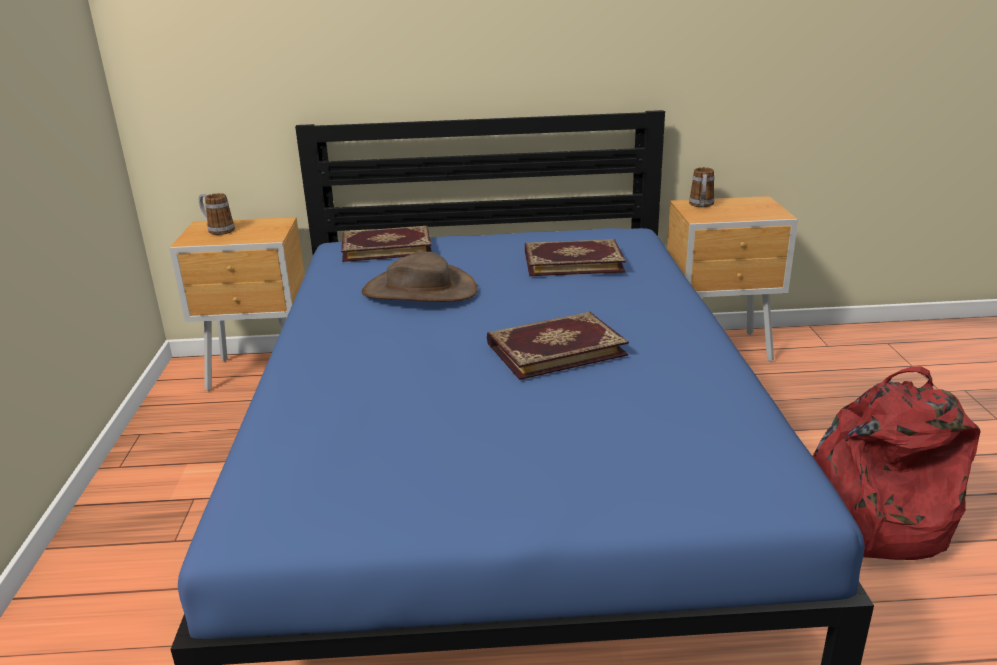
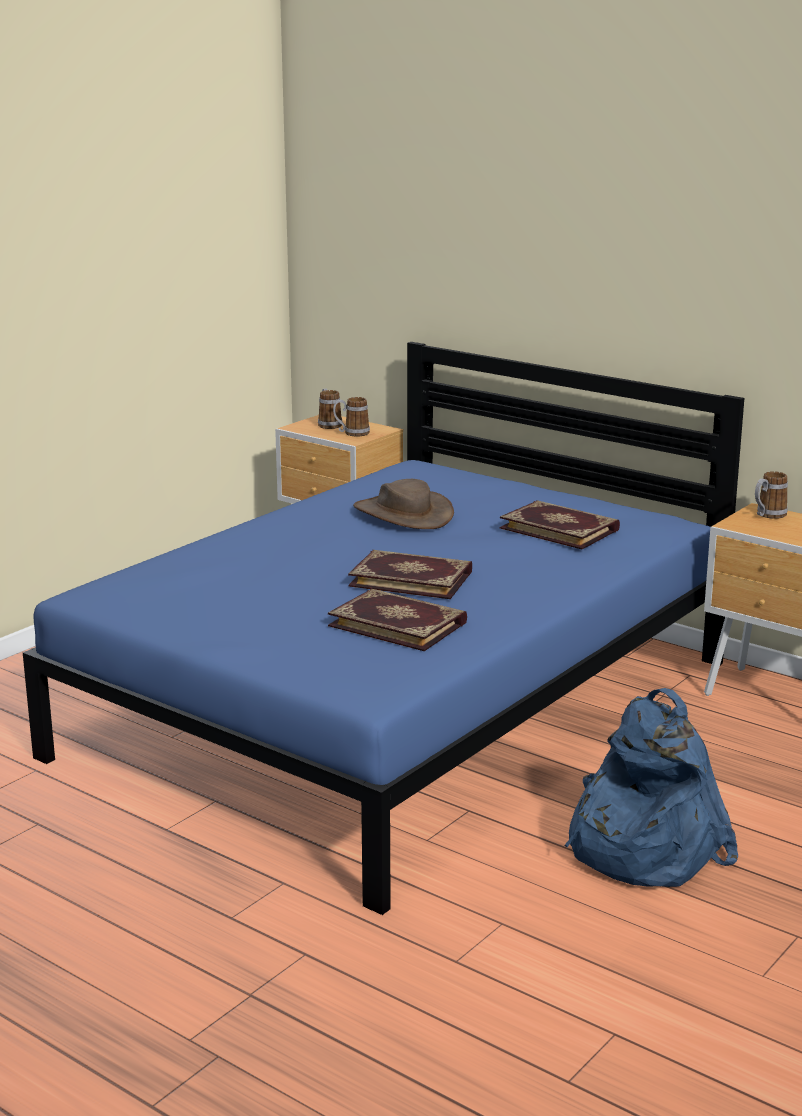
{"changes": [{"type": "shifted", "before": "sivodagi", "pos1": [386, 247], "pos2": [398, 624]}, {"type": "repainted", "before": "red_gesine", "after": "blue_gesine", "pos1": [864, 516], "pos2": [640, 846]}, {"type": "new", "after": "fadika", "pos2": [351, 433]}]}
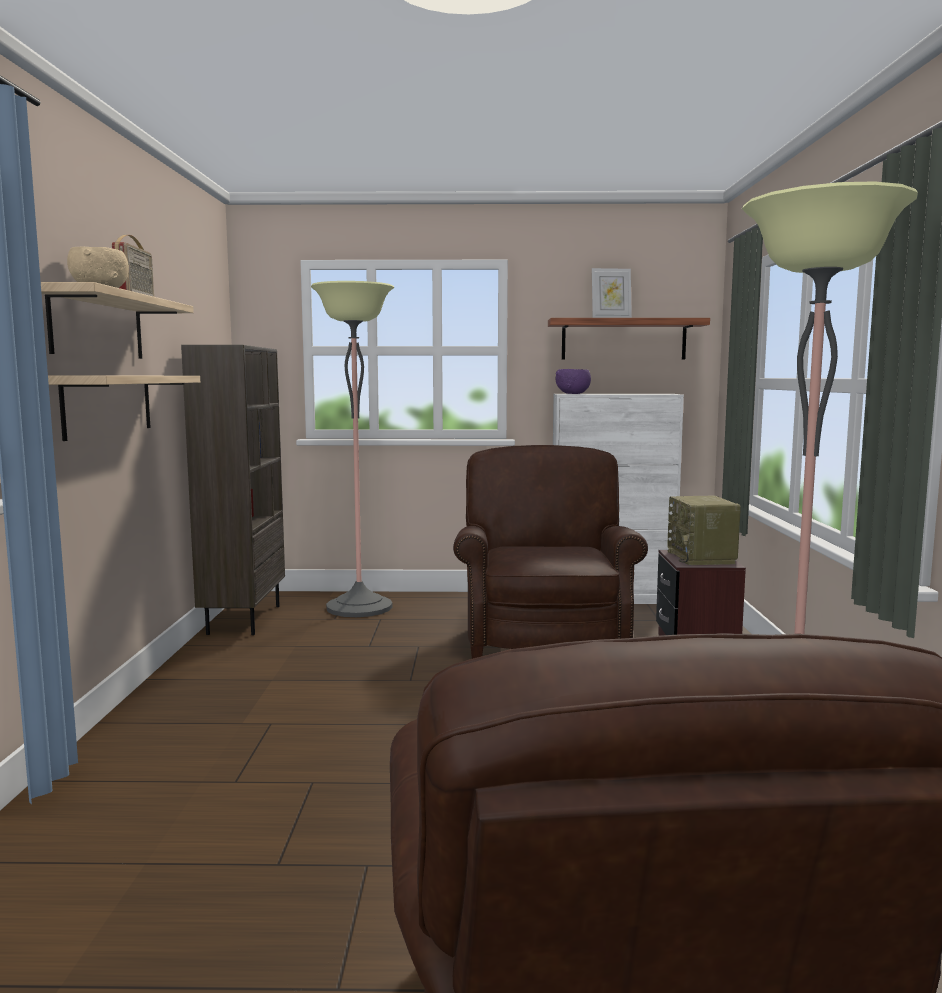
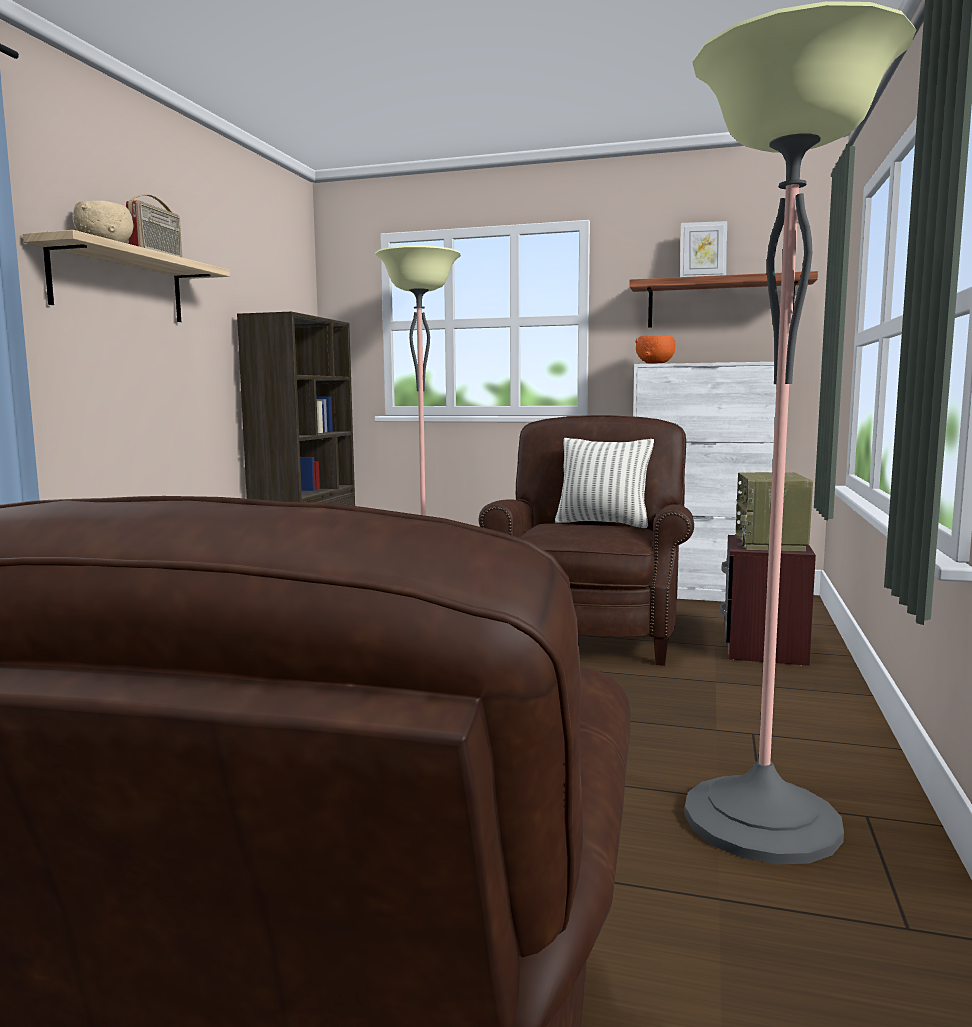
{"changes": [{"type": "repainted", "before": "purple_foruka", "after": "orange_foruka", "pos1": [573, 393], "pos2": [655, 363]}, {"type": "gone", "before": "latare", "pos1": [108, 404]}, {"type": "new", "after": "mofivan", "pos2": [603, 523]}]}
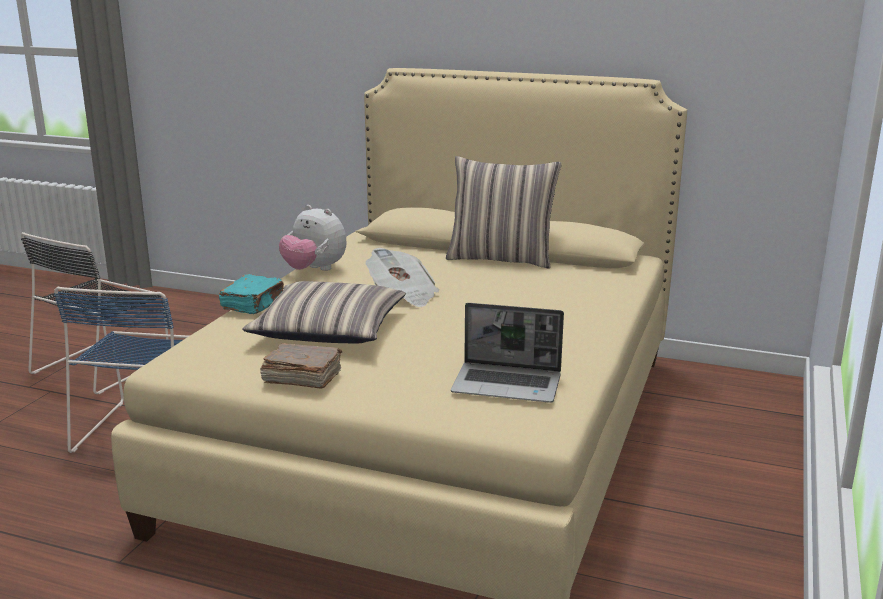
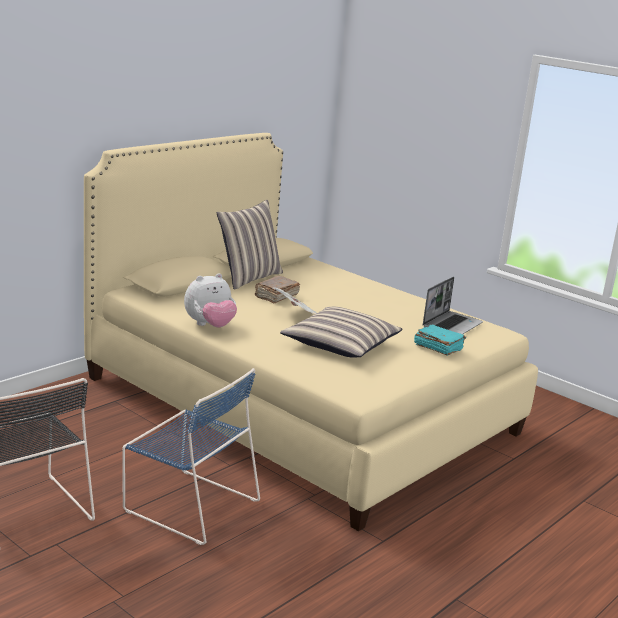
{"changes": [{"type": "shifted", "before": "turquoise_sivodagi", "pos1": [254, 305], "pos2": [438, 347]}, {"type": "shifted", "before": "brown_sivodagi", "pos1": [301, 378], "pos2": [276, 296]}]}
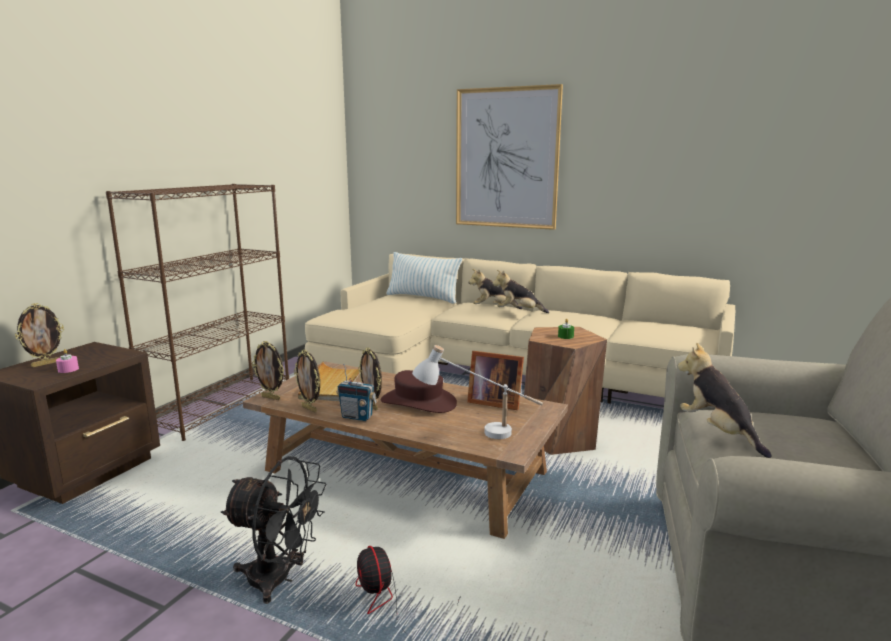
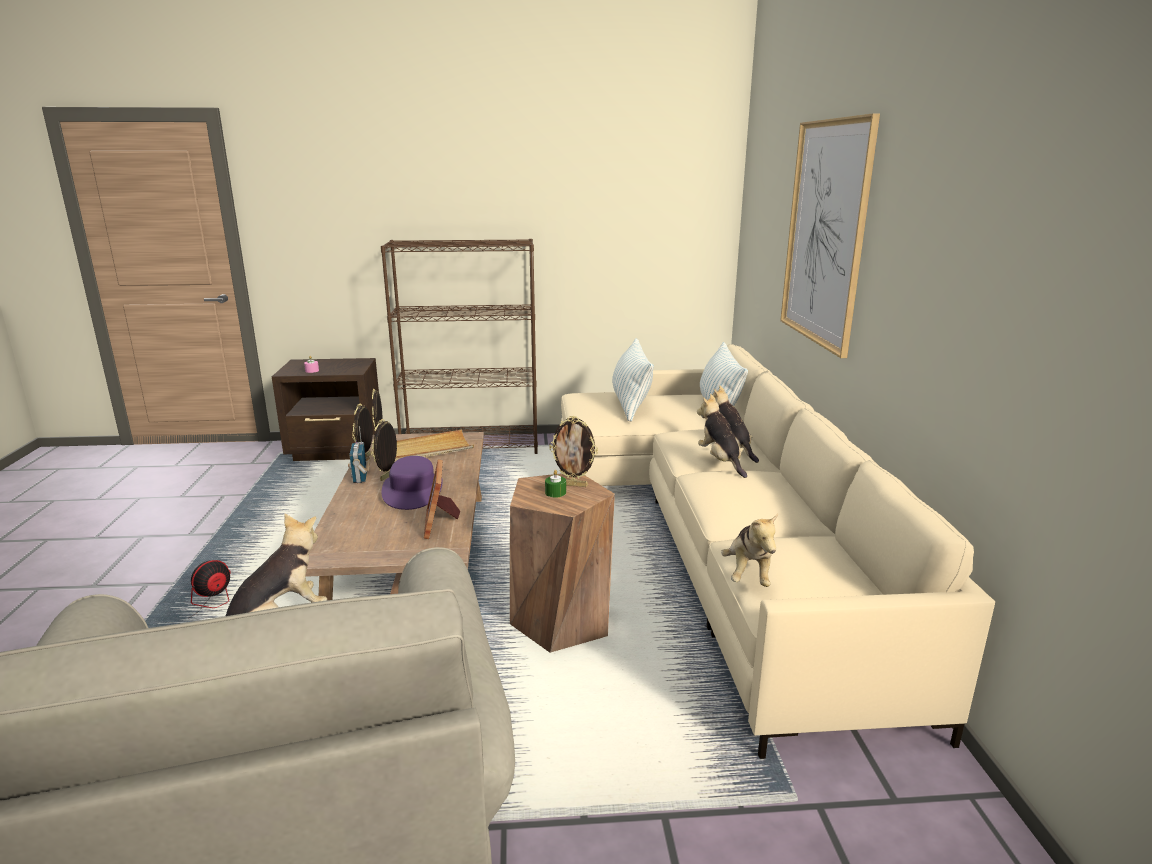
{"changes": [{"type": "shifted", "before": "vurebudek", "pos1": [45, 364], "pos2": [573, 485]}, {"type": "gone", "before": "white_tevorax", "pos1": [477, 433]}, {"type": "repainted", "before": "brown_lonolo", "after": "purple_lonolo", "pos1": [418, 402], "pos2": [413, 491]}, {"type": "gone", "before": "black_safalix", "pos1": [279, 579]}, {"type": "new", "after": "mofivan", "pos2": [631, 404]}, {"type": "new", "after": "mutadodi", "pos2": [748, 574]}]}
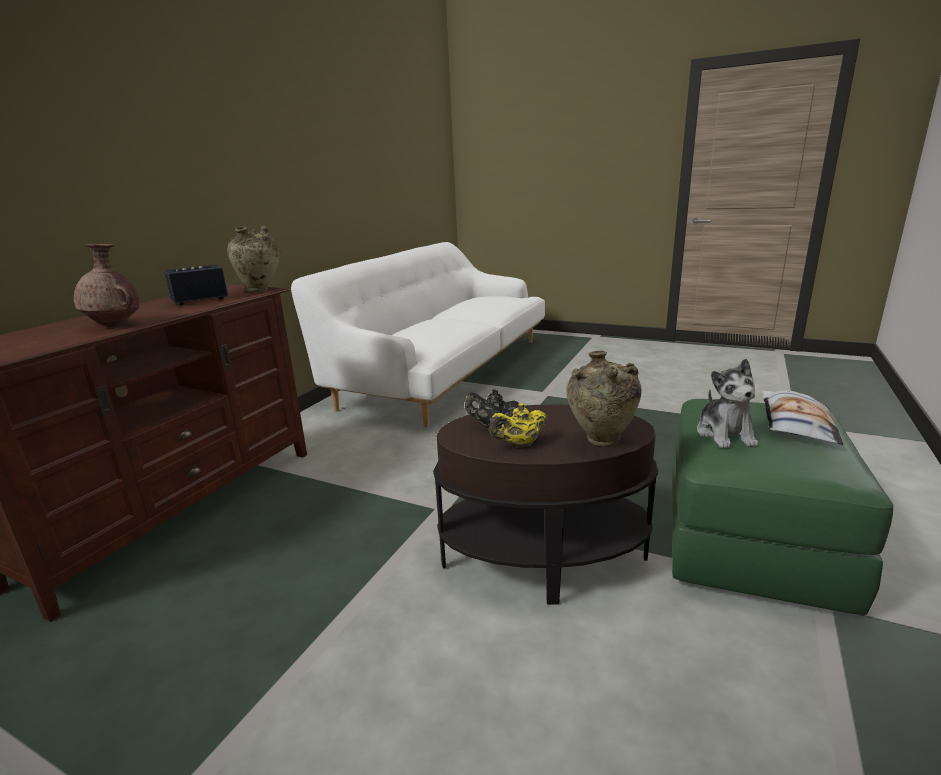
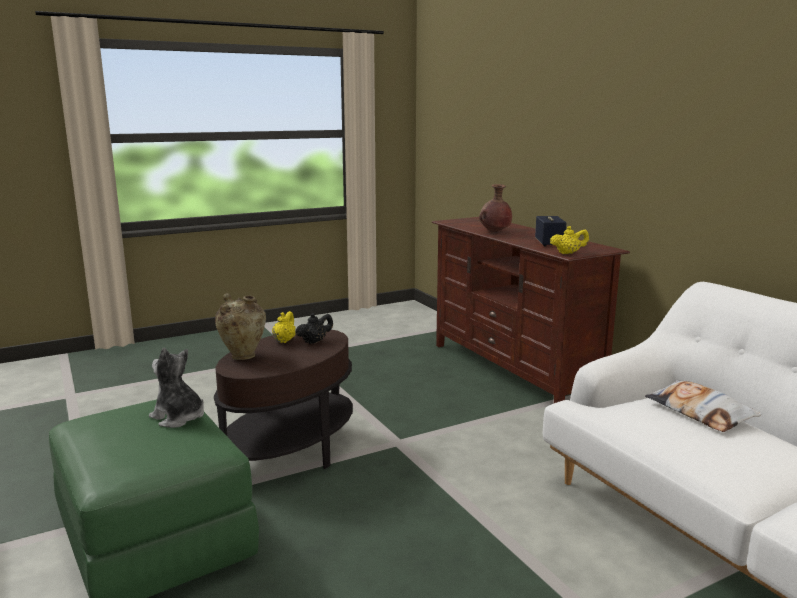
{"changes": [{"type": "swapped", "before": "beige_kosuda", "after": "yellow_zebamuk", "pos1": [260, 290], "pos2": [568, 253]}, {"type": "shifted", "before": "mofivan", "pos1": [795, 424], "pos2": [699, 412]}]}
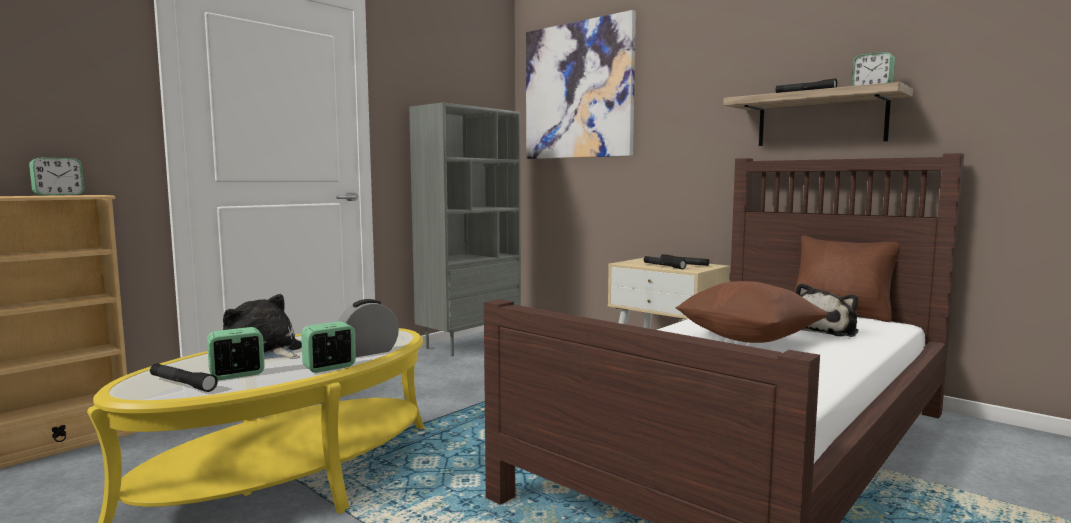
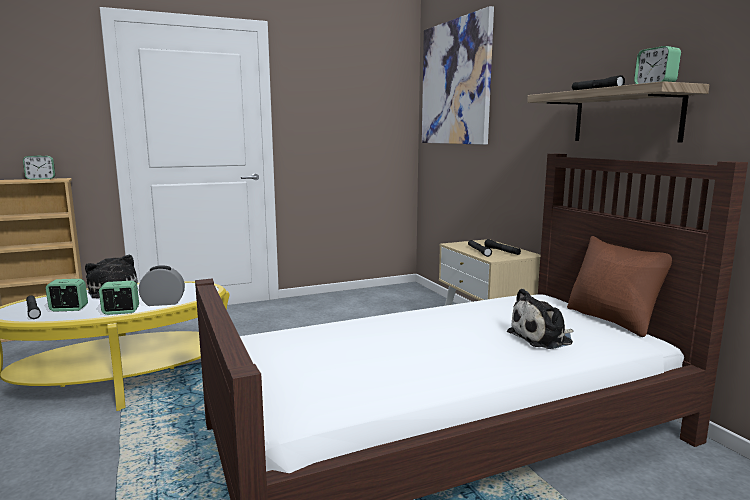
{"changes": [{"type": "gone", "before": "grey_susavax", "pos1": [469, 343]}, {"type": "gone", "before": "brown_mofivan", "pos1": [748, 339]}]}
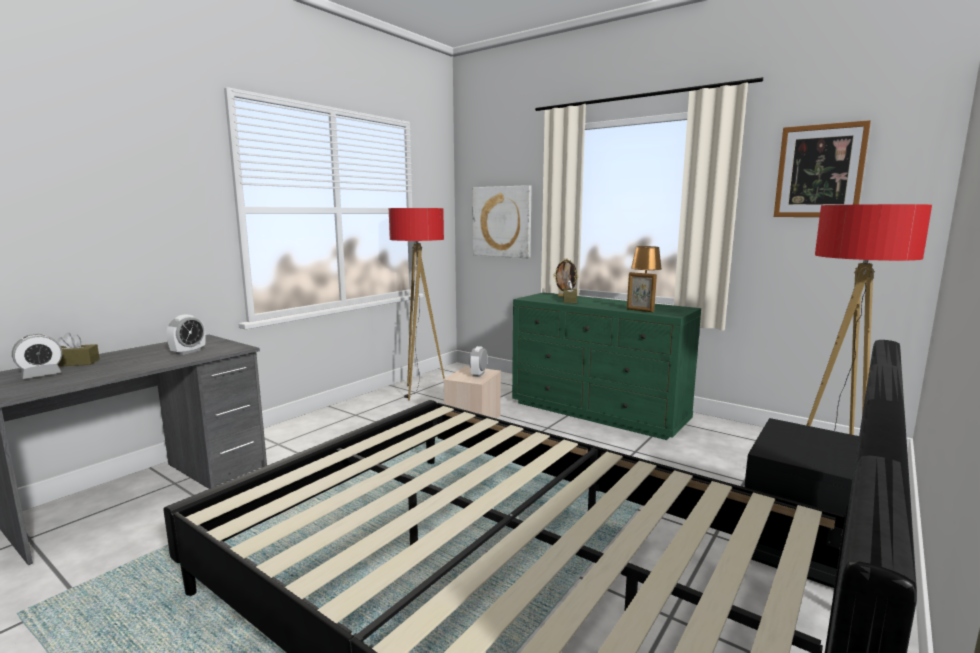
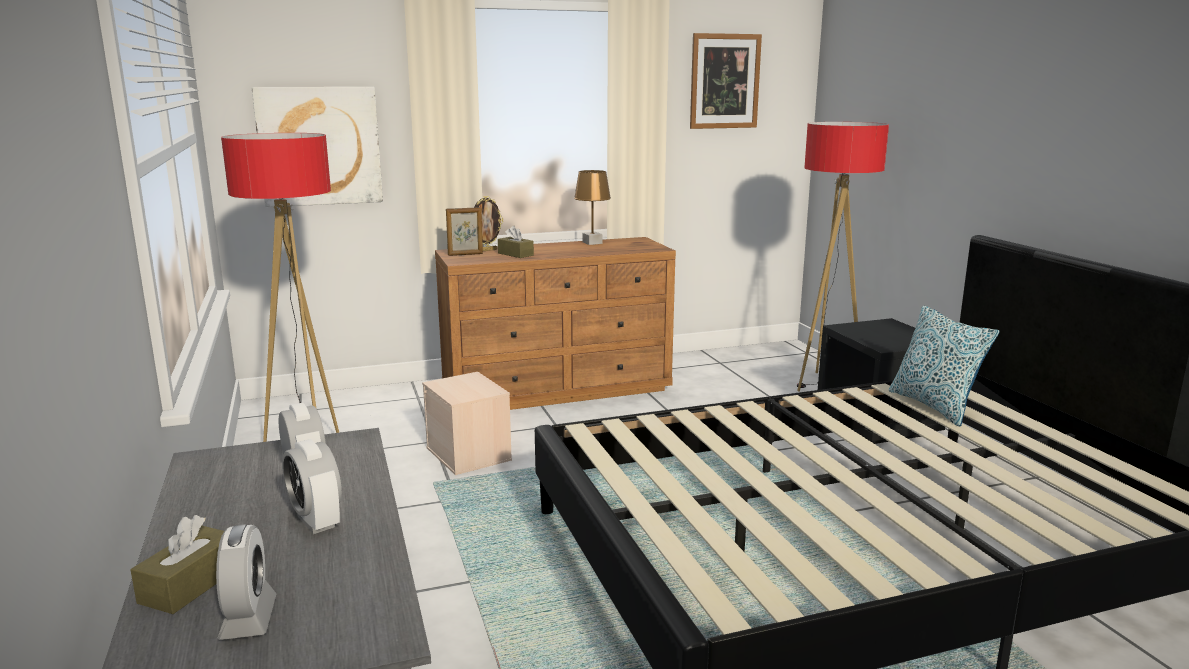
{"changes": [{"type": "shifted", "before": "vurebudek", "pos1": [640, 310], "pos2": [465, 254]}, {"type": "repainted", "before": "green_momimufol", "after": "brown_momimufol", "pos1": [599, 411], "pos2": [558, 390]}, {"type": "shifted", "before": "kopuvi", "pos1": [478, 374], "pos2": [316, 521]}, {"type": "new", "after": "mofivan", "pos2": [934, 406]}]}
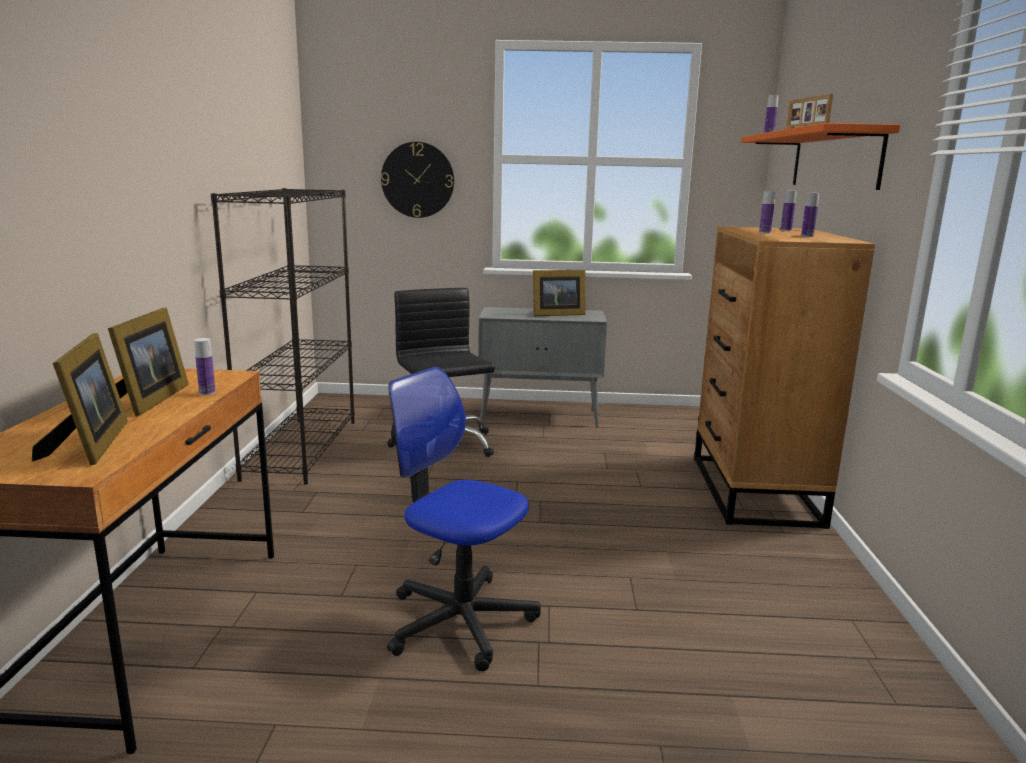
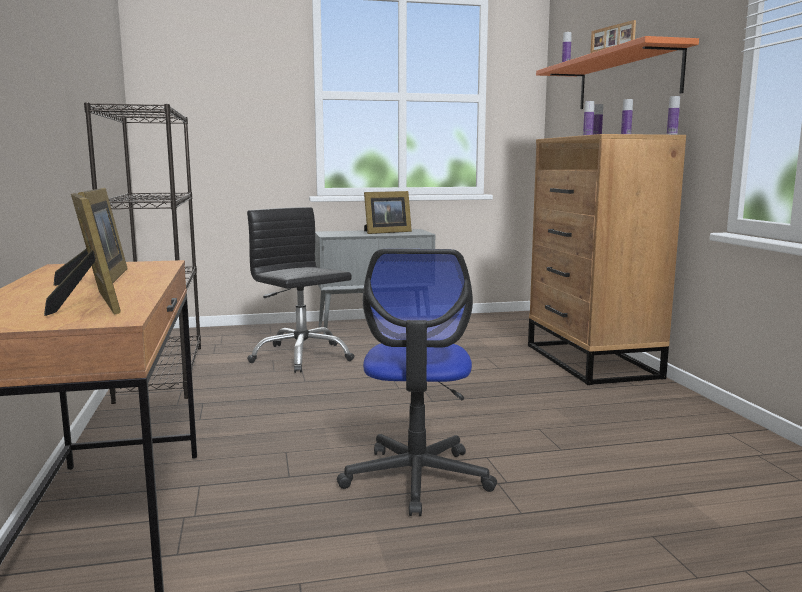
{"changes": [{"type": "gone", "before": "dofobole", "pos1": [417, 180]}, {"type": "shifted", "before": "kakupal", "pos1": [207, 393], "pos2": [672, 134]}, {"type": "rotated", "before": "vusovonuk", "pos1": [460, 621], "pos2": [417, 479], "turn": -105}]}
